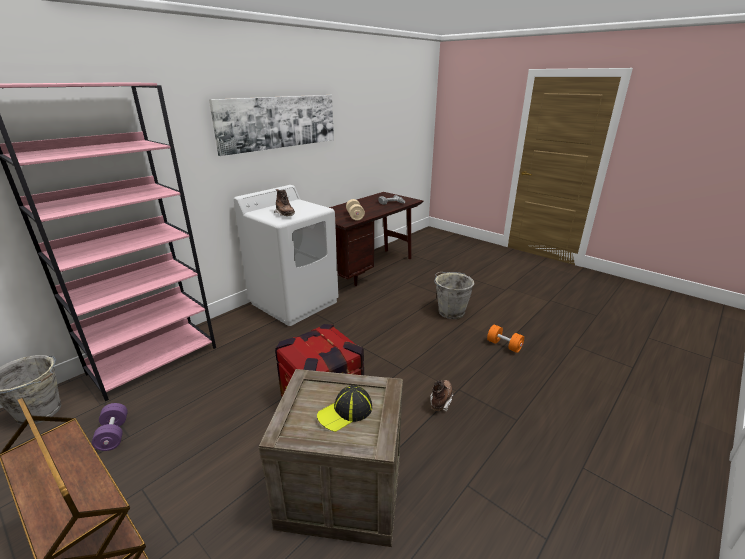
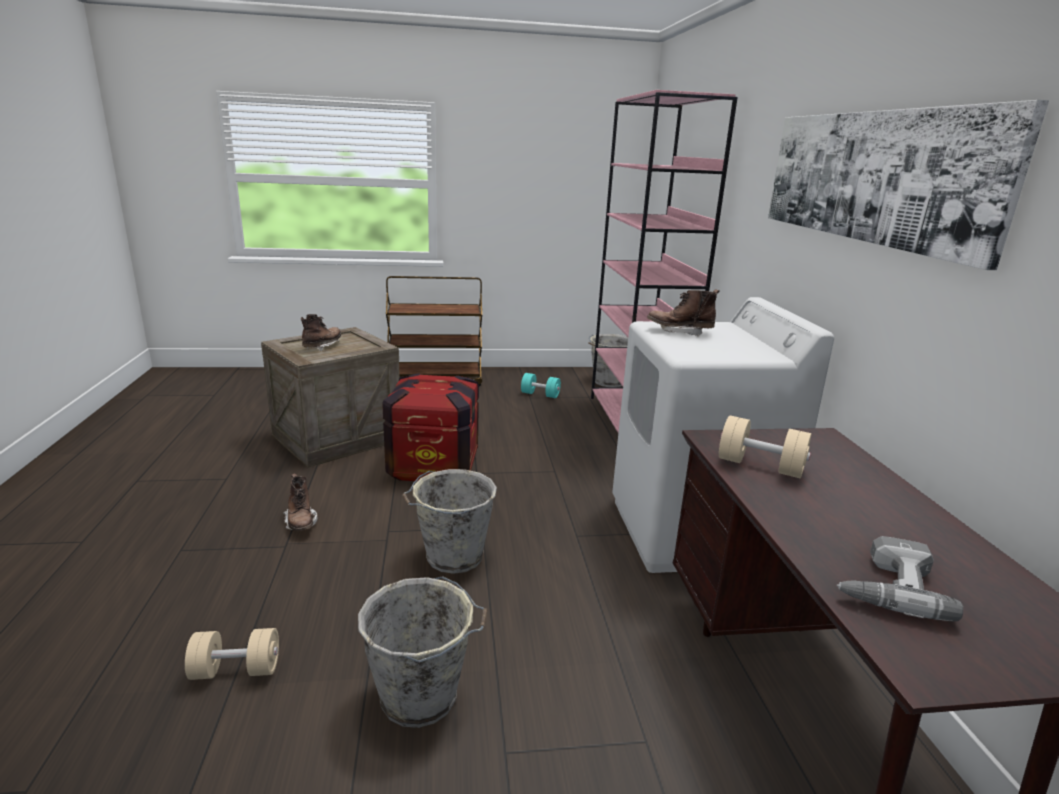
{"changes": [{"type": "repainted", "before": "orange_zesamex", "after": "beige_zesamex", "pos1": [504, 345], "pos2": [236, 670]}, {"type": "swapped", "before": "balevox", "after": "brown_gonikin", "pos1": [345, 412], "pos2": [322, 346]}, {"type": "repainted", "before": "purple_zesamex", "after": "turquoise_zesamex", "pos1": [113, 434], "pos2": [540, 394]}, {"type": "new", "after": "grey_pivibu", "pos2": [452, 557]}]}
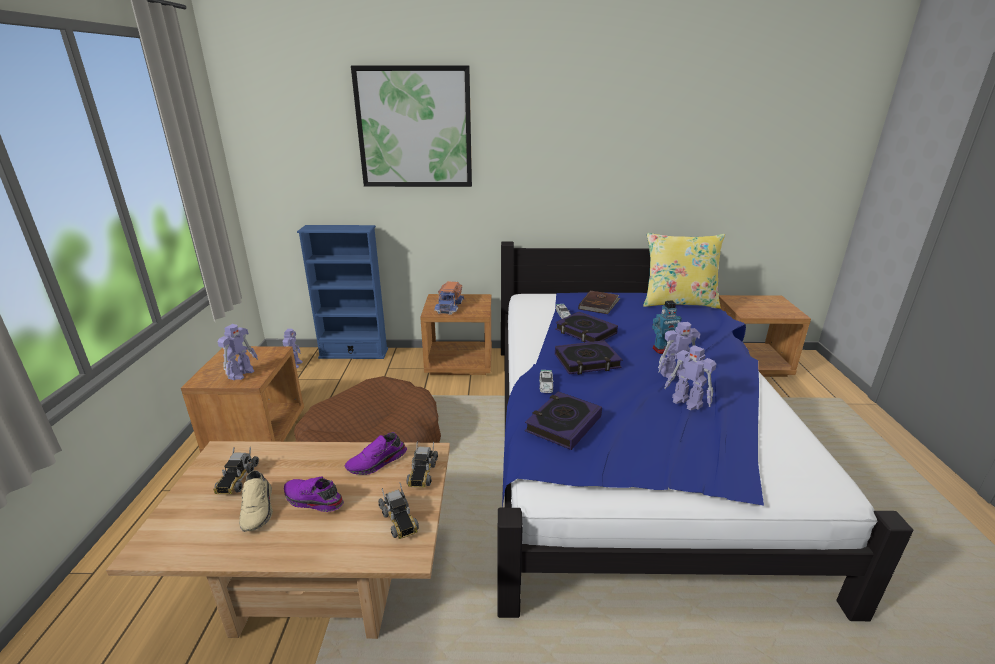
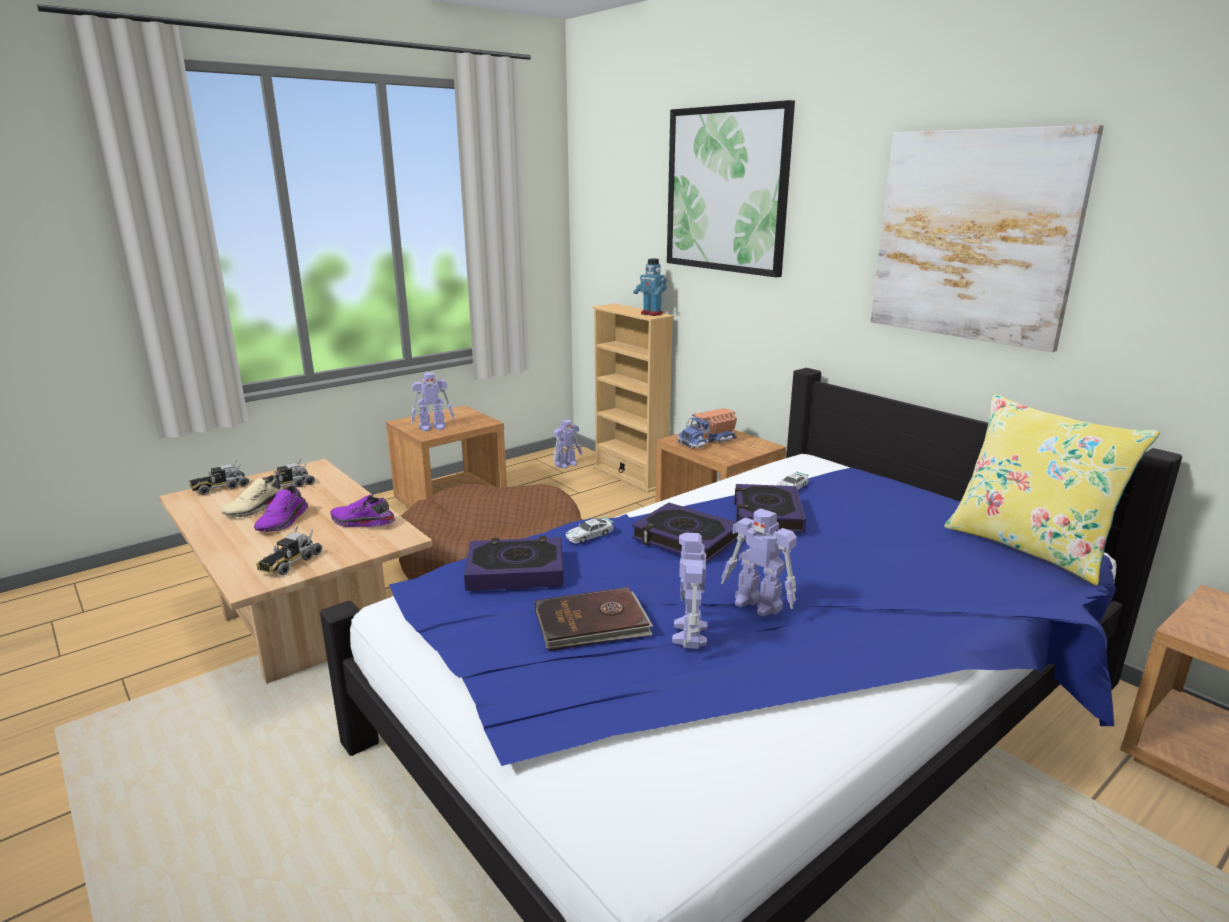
{"changes": [{"type": "repainted", "before": "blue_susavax", "after": "beige_susavax", "pos1": [354, 353], "pos2": [630, 476]}, {"type": "shifted", "before": "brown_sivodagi", "pos1": [599, 304], "pos2": [592, 624]}, {"type": "shifted", "before": "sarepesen", "pos1": [663, 350], "pos2": [651, 314]}, {"type": "shifted", "before": "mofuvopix", "pos1": [422, 473], "pos2": [220, 488]}, {"type": "rotated", "before": "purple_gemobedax", "pos1": [312, 501], "pos2": [284, 521], "turn": -150}, {"type": "new", "after": "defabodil", "pos2": [973, 236]}]}
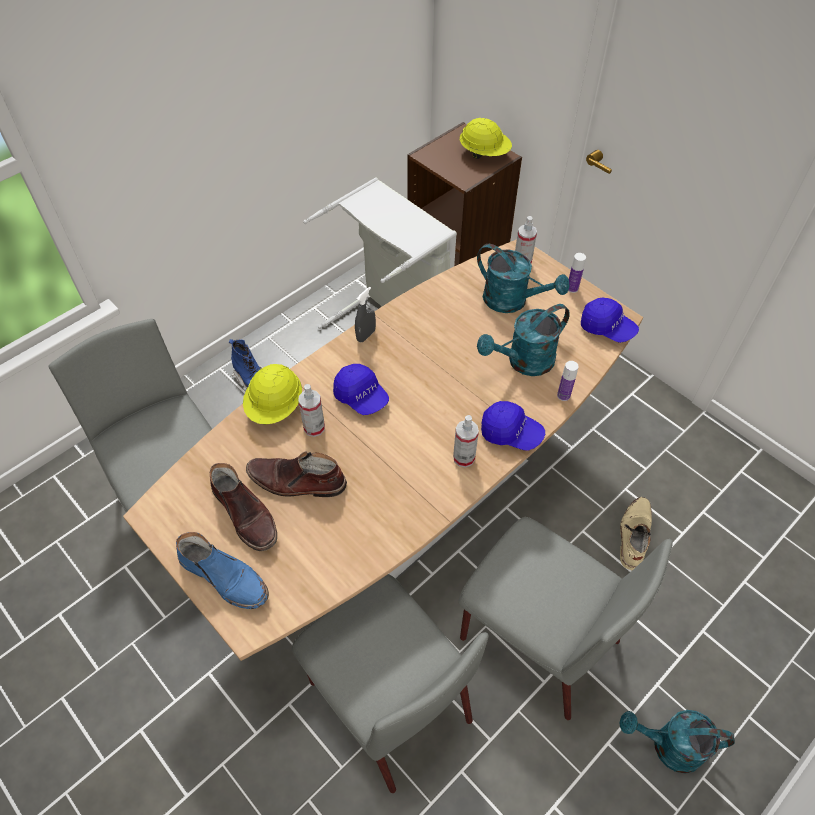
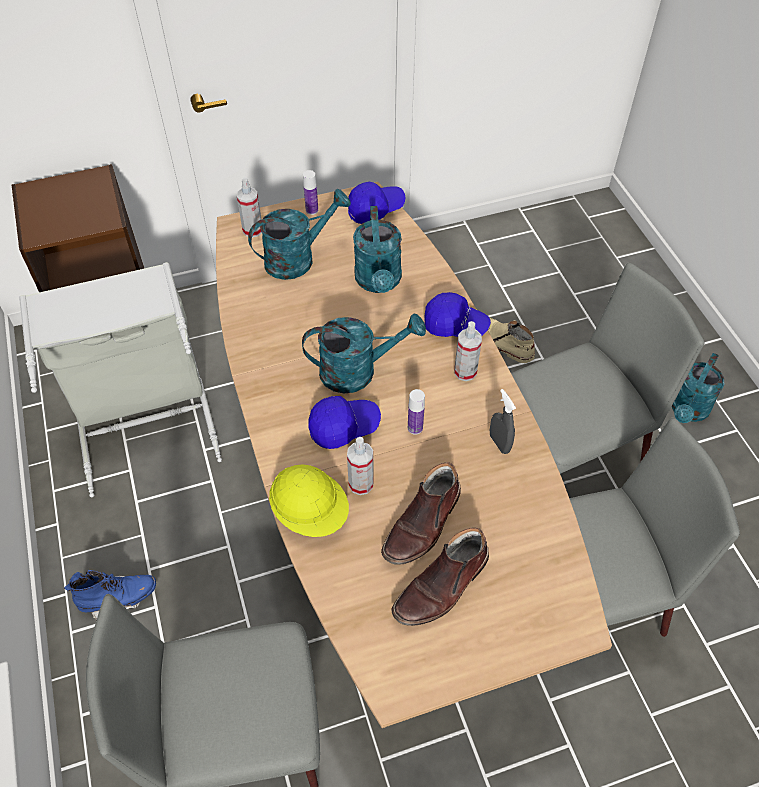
{"changes": [{"type": "gone", "before": "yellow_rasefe", "pos1": [484, 154]}, {"type": "shifted", "before": "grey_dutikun", "pos1": [366, 335], "pos2": [499, 443]}, {"type": "shifted", "before": "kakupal", "pos1": [563, 395], "pos2": [415, 428]}, {"type": "rotated", "before": "blue_balevox", "pos1": [511, 433], "pos2": [455, 326], "turn": 60}, {"type": "rotated", "before": "brown_gonikin", "pos1": [246, 514], "pos2": [442, 586], "turn": 150}, {"type": "gone", "before": "blue_gonikin", "pos1": [225, 577]}, {"type": "new", "after": "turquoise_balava", "pos2": [358, 371]}]}
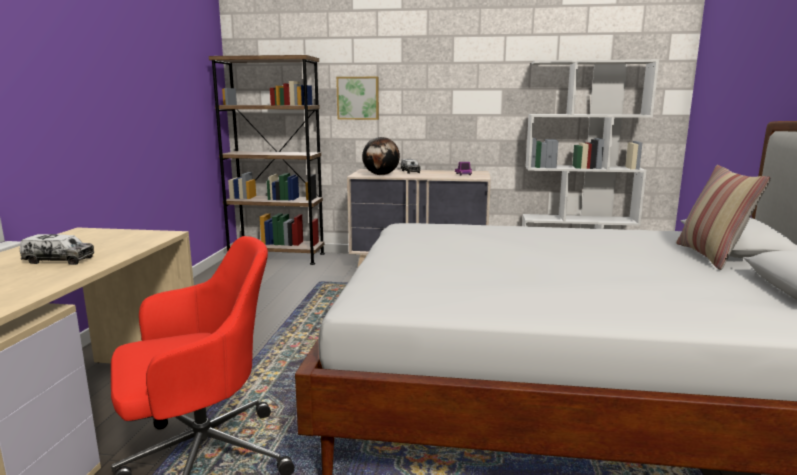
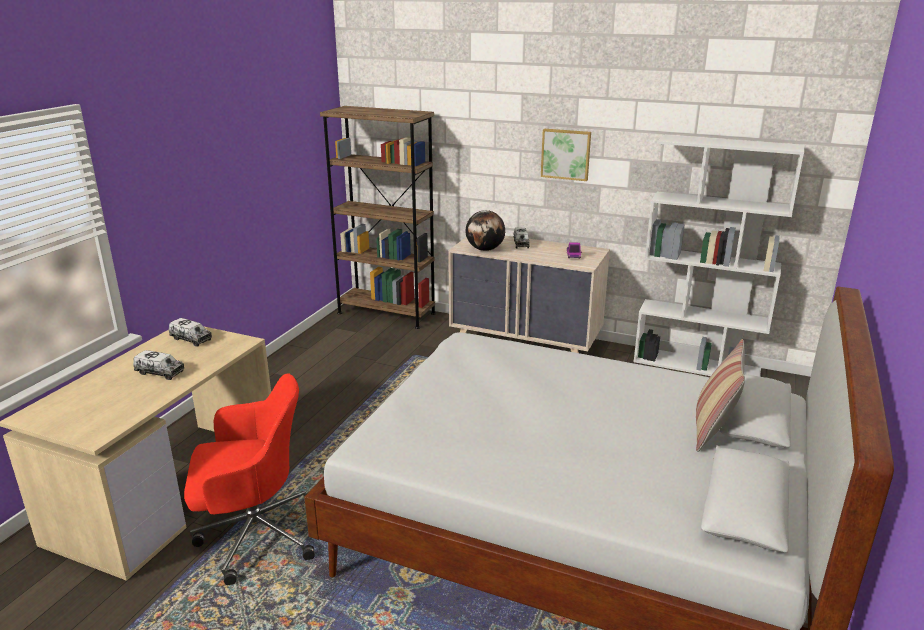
{"changes": [{"type": "shifted", "before": "defabodil", "pos1": [358, 98], "pos2": [566, 154]}, {"type": "new", "after": "mofuvopix", "pos2": [191, 339]}]}
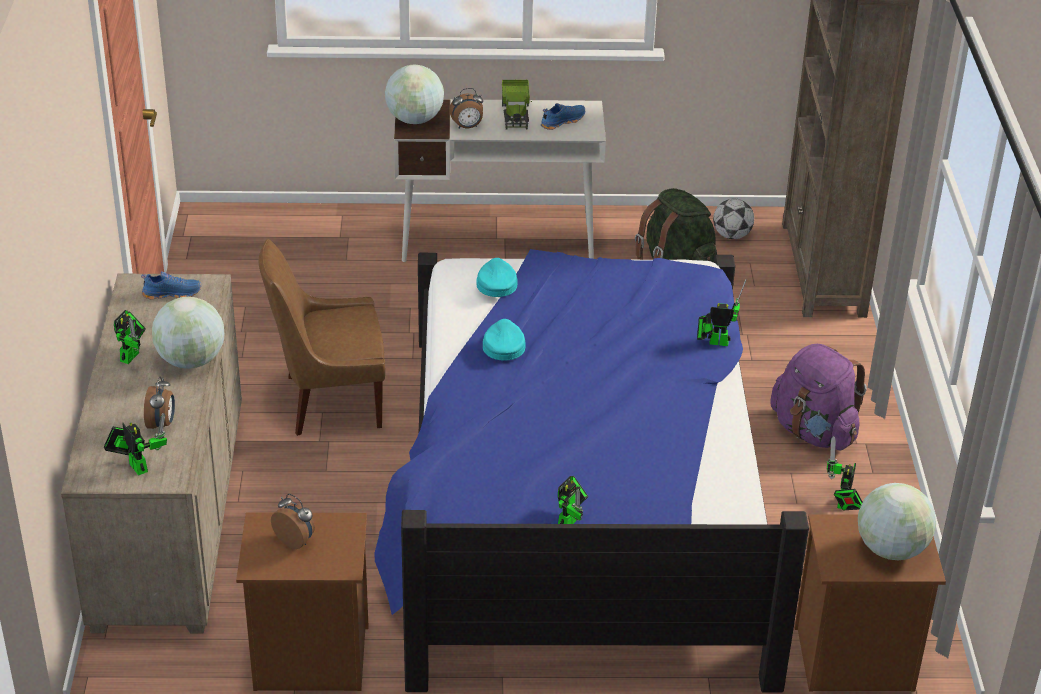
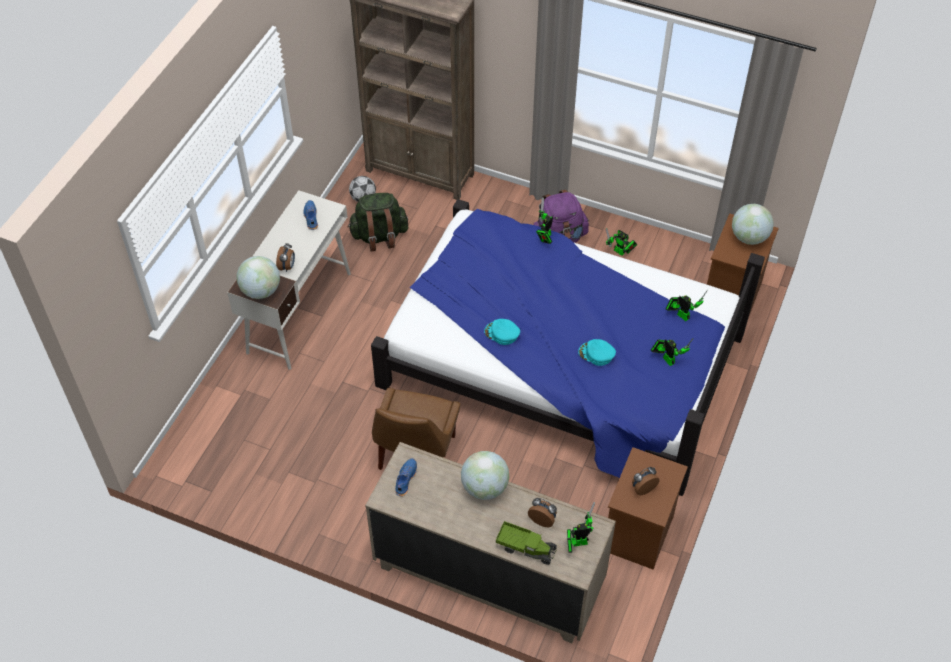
{"changes": [{"type": "shifted", "before": "mofuvopix", "pos1": [516, 113], "pos2": [525, 547]}, {"type": "shifted", "before": "turquoise_balevox", "pos1": [496, 283], "pos2": [596, 354]}, {"type": "shifted", "before": "sarepesen", "pos1": [131, 355], "pos2": [681, 315]}]}
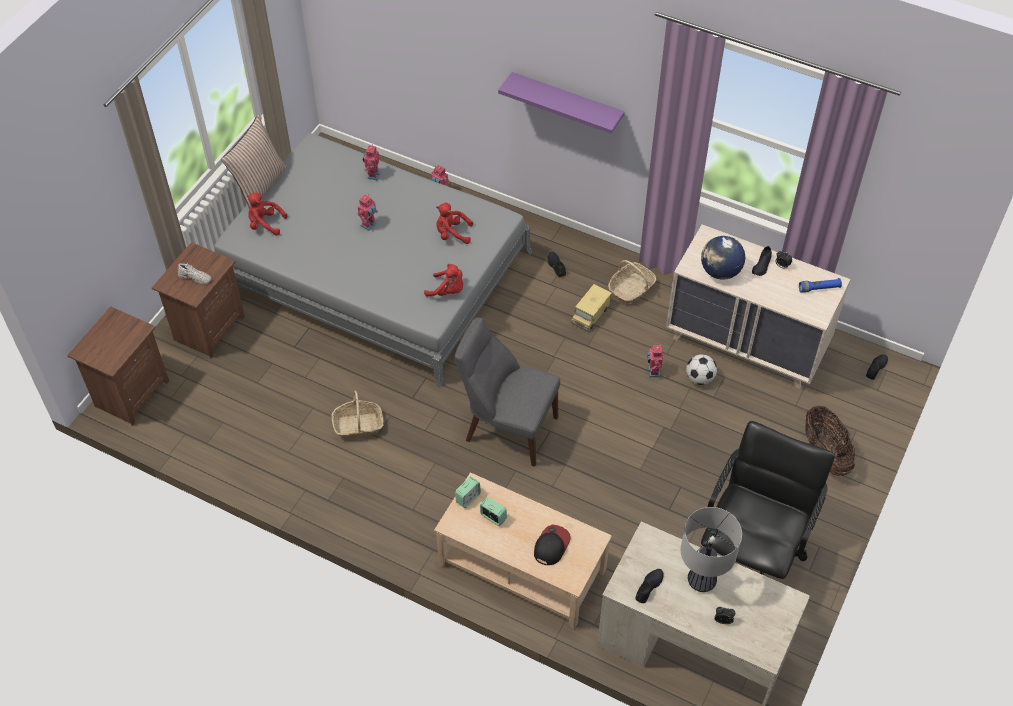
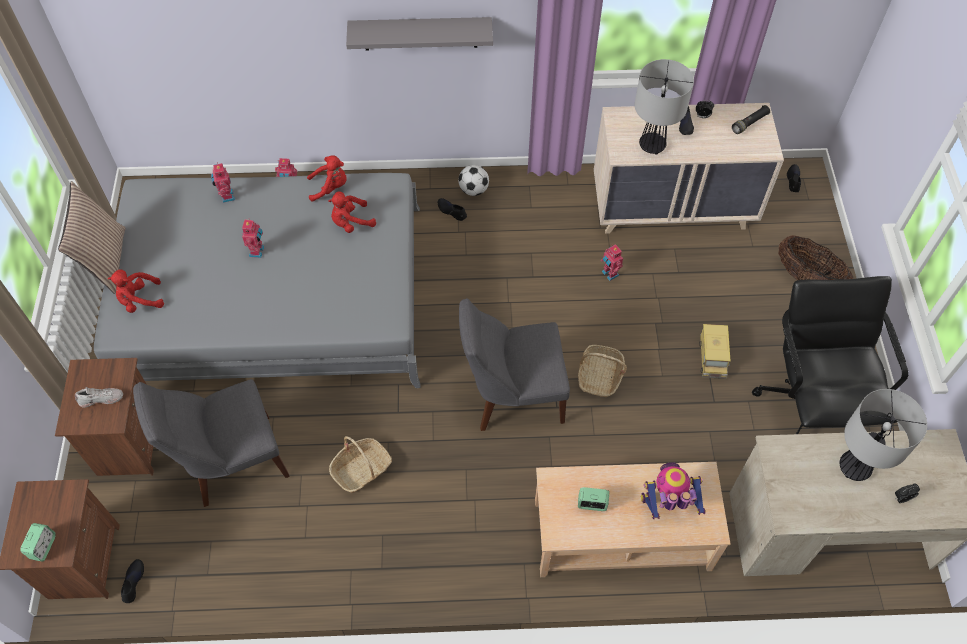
{"changes": [{"type": "repainted", "before": "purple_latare", "after": "grey_latare", "pos1": [567, 103], "pos2": [420, 33]}, {"type": "swapped", "before": "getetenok", "after": "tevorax", "pos1": [720, 271], "pos2": [652, 146]}, {"type": "shifted", "before": "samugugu", "pos1": [631, 289], "pos2": [599, 376]}, {"type": "shifted", "before": "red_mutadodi", "pos1": [448, 291], "pos2": [330, 187]}, {"type": "repainted", "before": "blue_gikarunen", "after": "black_gikarunen", "pos1": [819, 288], "pos2": [749, 123]}, {"type": "shifted", "before": "mofuvopix", "pos1": [590, 314], "pos2": [712, 357]}, {"type": "shifted", "before": "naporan", "pos1": [699, 378], "pos2": [473, 190]}, {"type": "shifted", "before": "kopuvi", "pos1": [468, 498], "pos2": [43, 547]}, {"type": "swapped", "before": "balevox", "after": "sarepesen", "pos1": [551, 546], "pos2": [668, 504]}, {"type": "shifted", "before": "black_gemobedax", "pos1": [648, 587], "pos2": [133, 582]}, {"type": "new", "after": "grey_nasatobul", "pos2": [231, 462]}]}
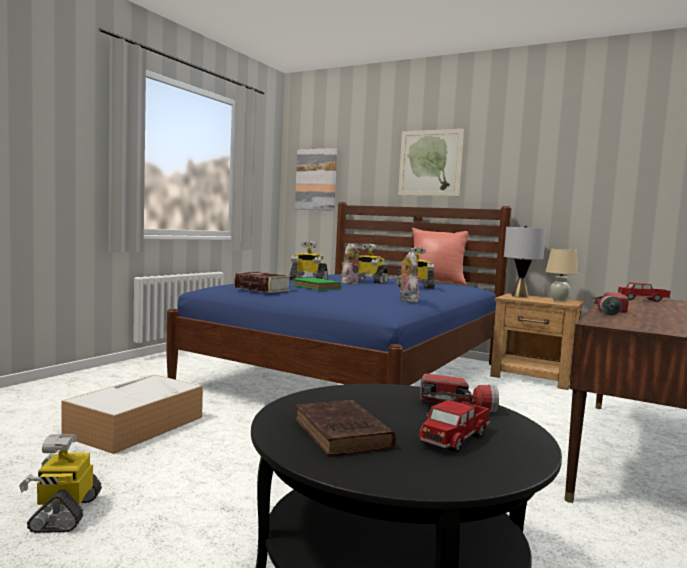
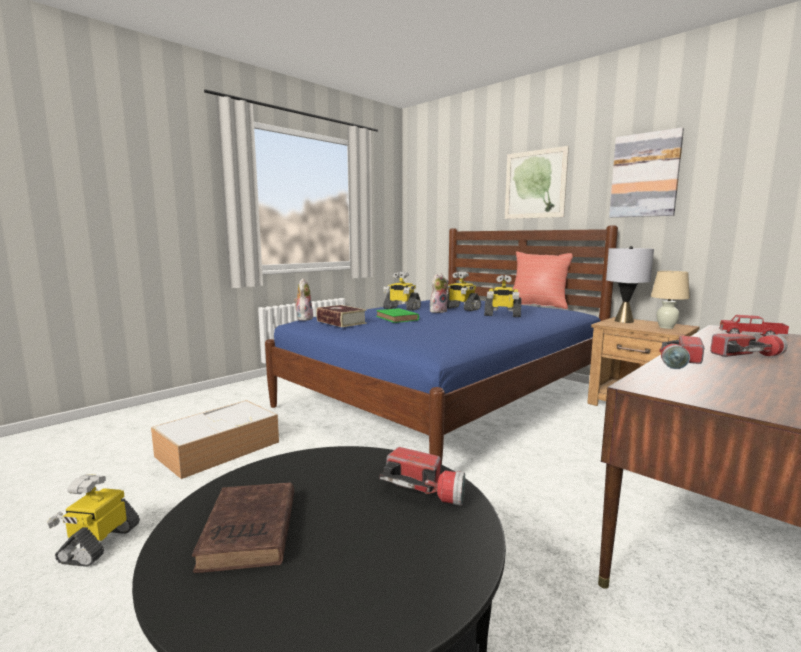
{"changes": [{"type": "shifted", "before": "defabodil", "pos1": [316, 179], "pos2": [645, 175]}, {"type": "shifted", "before": "mutadodi", "pos1": [406, 300], "pos2": [303, 319]}, {"type": "gone", "before": "mofuvopix", "pos1": [455, 438]}, {"type": "new", "after": "gikarunen", "pos2": [747, 355]}]}
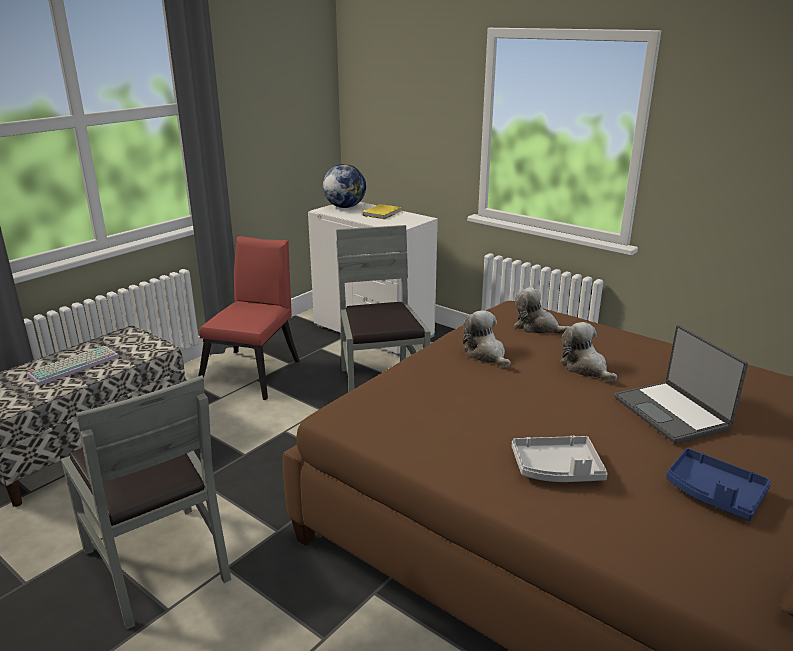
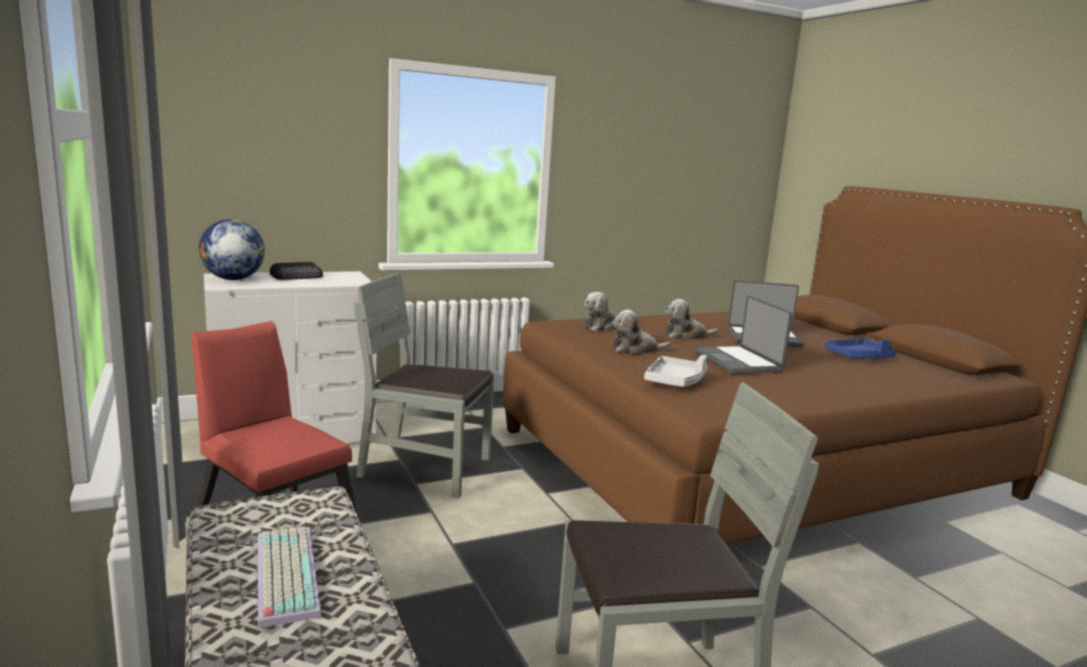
{"changes": [{"type": "swapped", "before": "yellow_sivodagi", "after": "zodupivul", "pos1": [383, 213], "pos2": [297, 276]}, {"type": "shifted", "before": "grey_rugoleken", "pos1": [557, 469], "pos2": [675, 381]}, {"type": "new", "after": "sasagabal", "pos2": [738, 361]}]}
